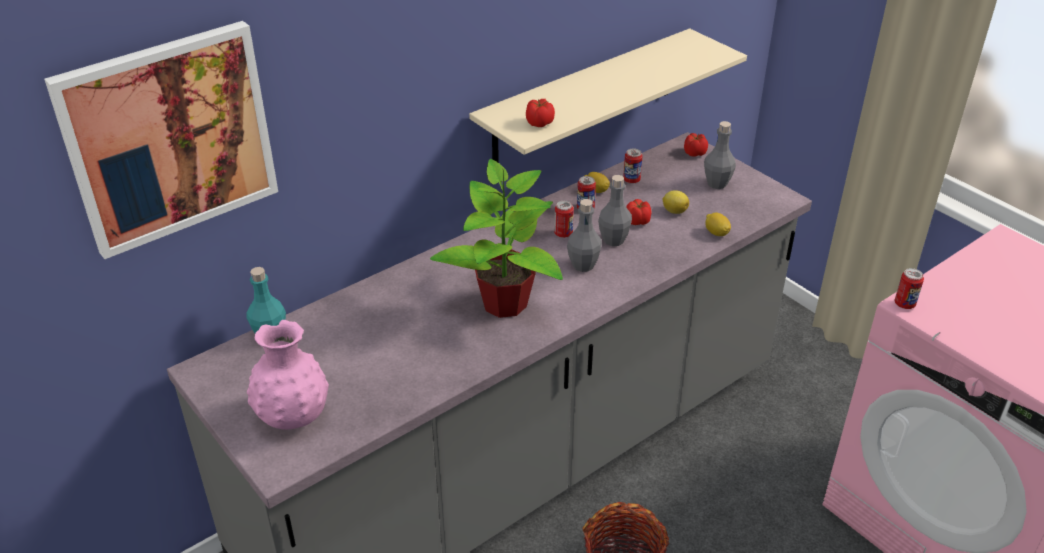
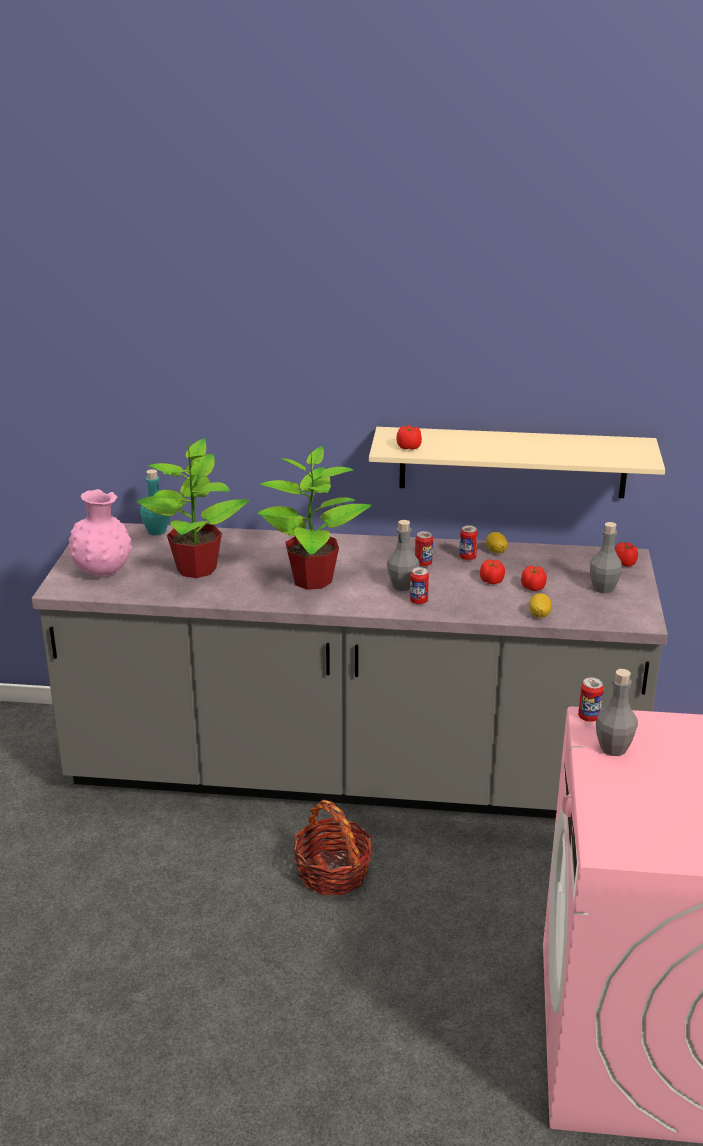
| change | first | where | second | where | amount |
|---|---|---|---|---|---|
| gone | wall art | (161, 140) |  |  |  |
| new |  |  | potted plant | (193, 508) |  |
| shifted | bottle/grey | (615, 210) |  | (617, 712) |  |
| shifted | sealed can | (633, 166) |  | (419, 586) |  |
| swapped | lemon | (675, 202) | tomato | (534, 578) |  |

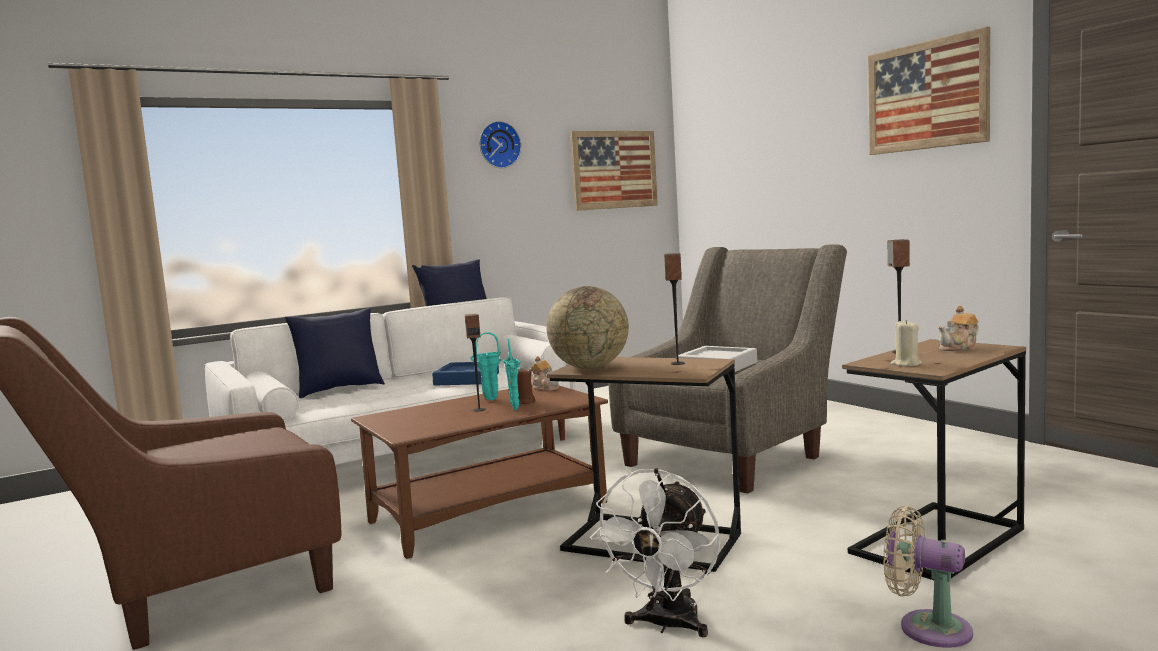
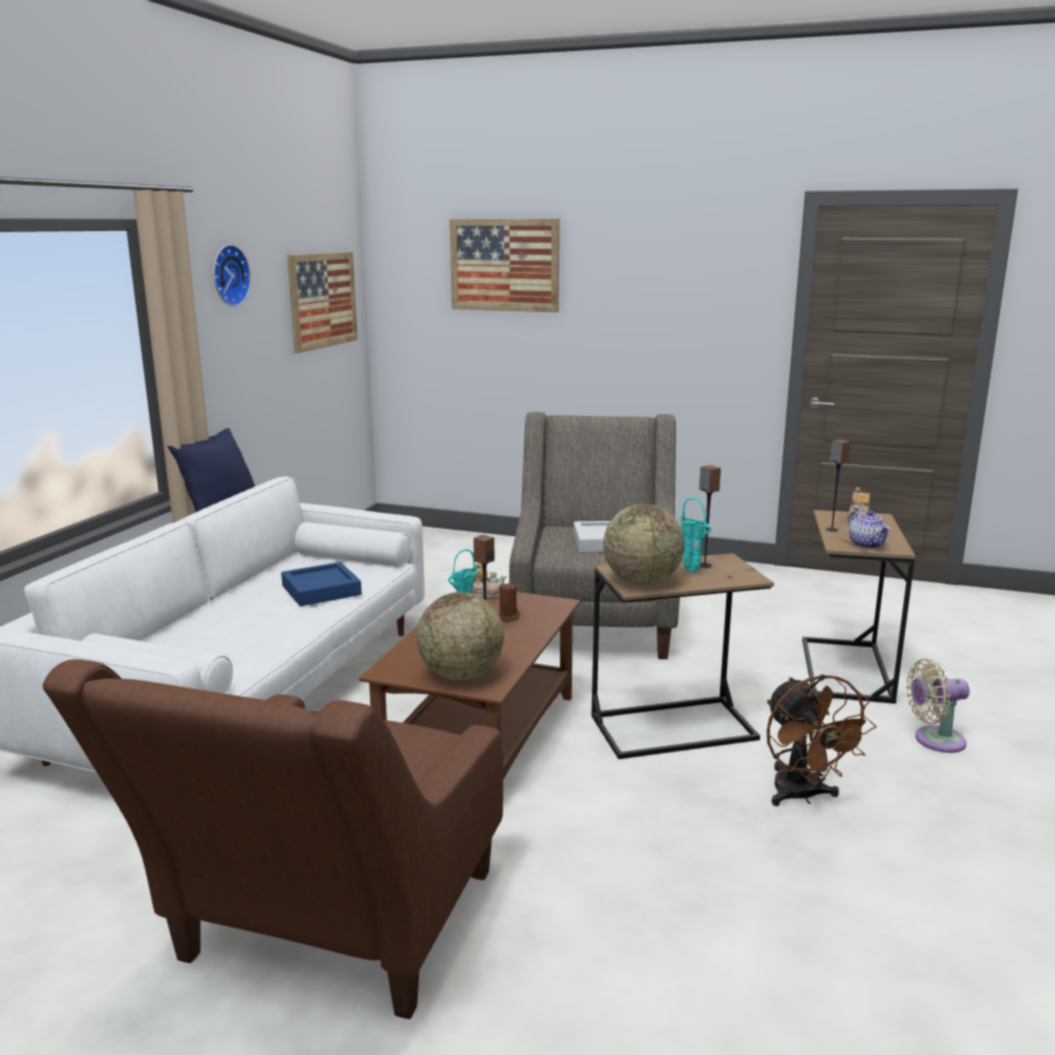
| change | first | where | second | where | amount |
|---|---|---|---|---|---|
| gone | pillow/bluish | (335, 353) |  |  |  |
| new |  |  | desk globe | (460, 636) |  |
| shifted | flower vase/turquoise-coloured | (512, 374) |  | (695, 535) |  |
| shifted | wall art | (929, 91) |  | (505, 265) |  |
| swapped | wax light/beige-coloured | (906, 343) | tea pot | (869, 530) |  |
| repainted | electric fan/white | (655, 552) | electric fan/brown | (821, 740) |  |

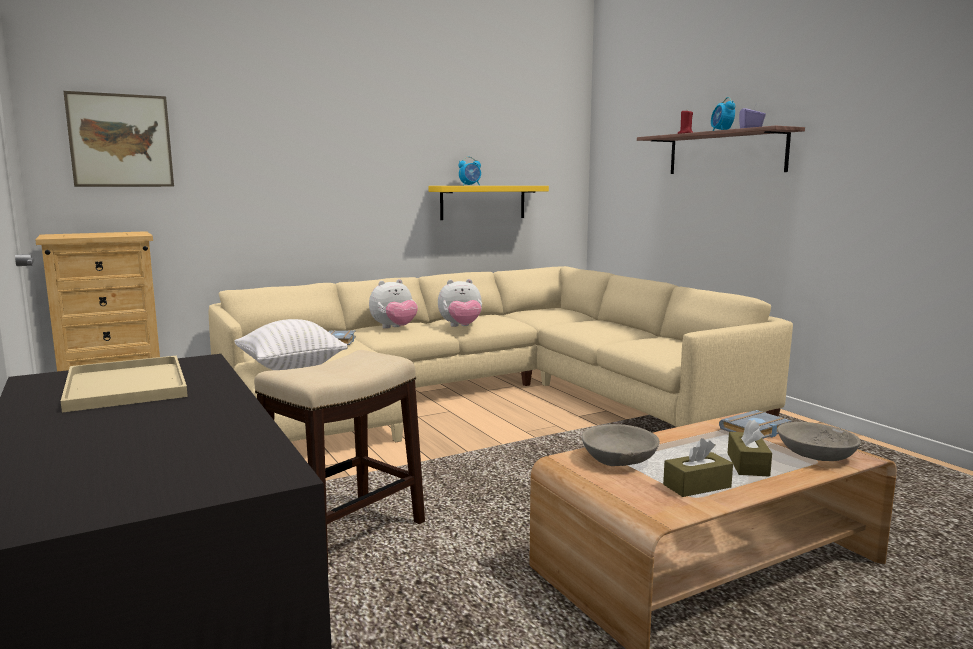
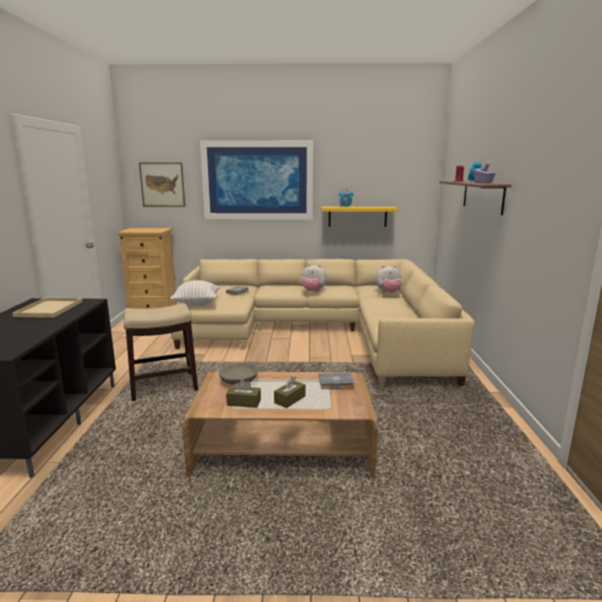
| change | first | where | second | where | amount |
|---|---|---|---|---|---|
| gone | bowl/grey | (819, 441) |  |  |  |
| new |  |  | wall art | (256, 180) |  |
| shifted | plush toy | (393, 304) |  | (388, 279) |  |

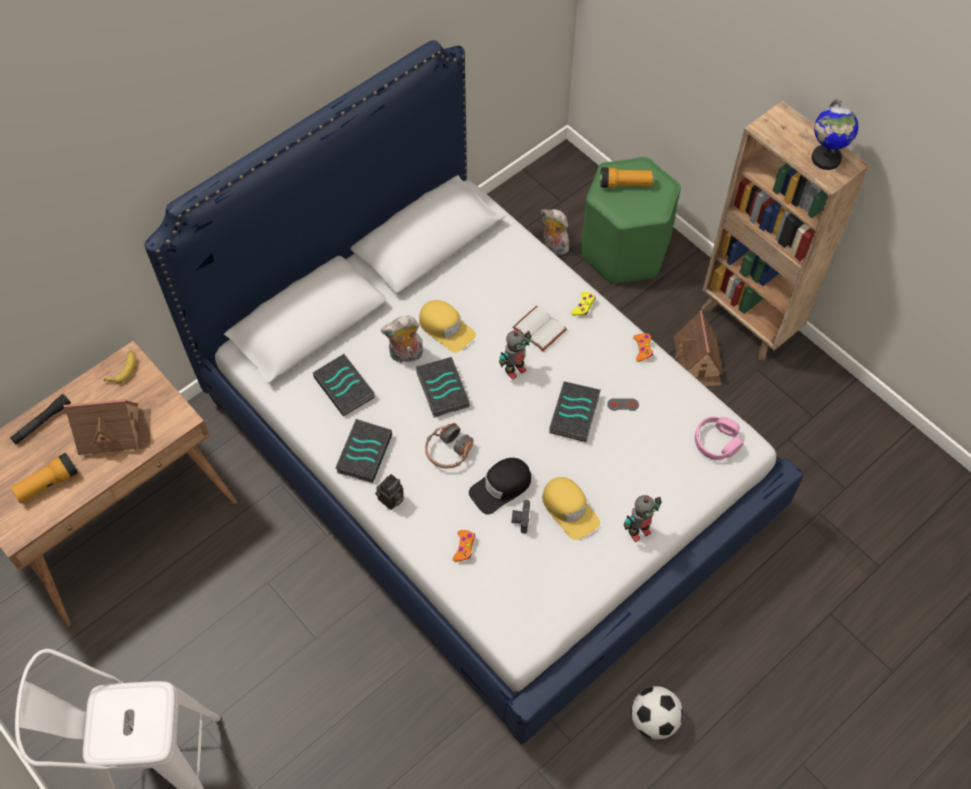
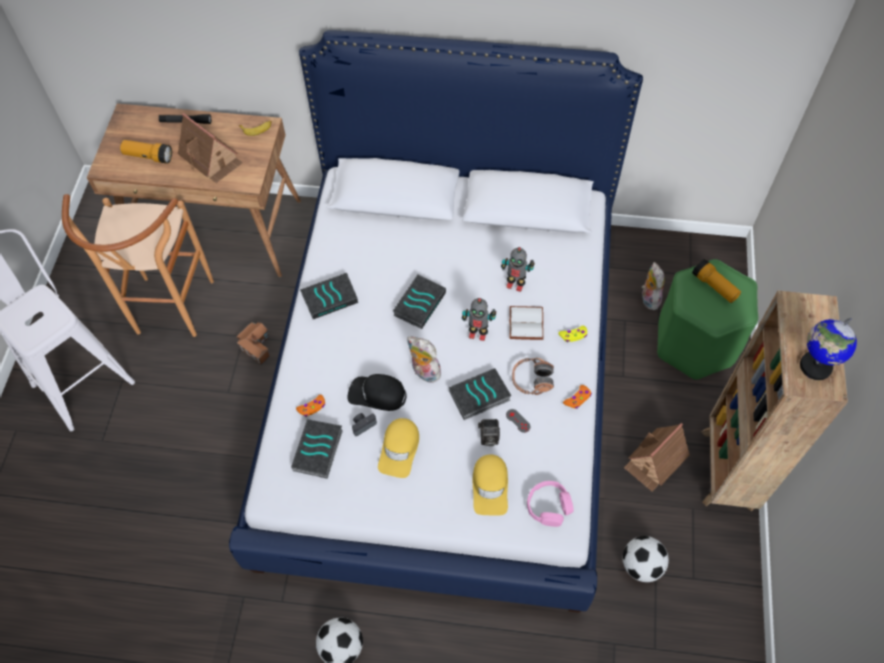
| change | first | where | second | where | amount |
|---|---|---|---|---|---|
| new |  |  | stool seat/brown | (138, 265) |  |
| new |  |  | miniature house | (253, 343) |  |
| new |  |  | football | (646, 559) |  |
| shifted | volume | (344, 385) |  | (317, 449) |  |
| shifted | still camera | (389, 492) |  | (489, 432) |  |
| shifted | plush toy | (402, 339) |  | (424, 360) |  |
| shifted | peaked cap/yellow-coloured | (447, 326) |  | (490, 485) |  |
| shifted | pair of headphones | (449, 445) |  | (533, 376) |  |
| shifted | toy robot | (643, 518) |  | (518, 269) |  |

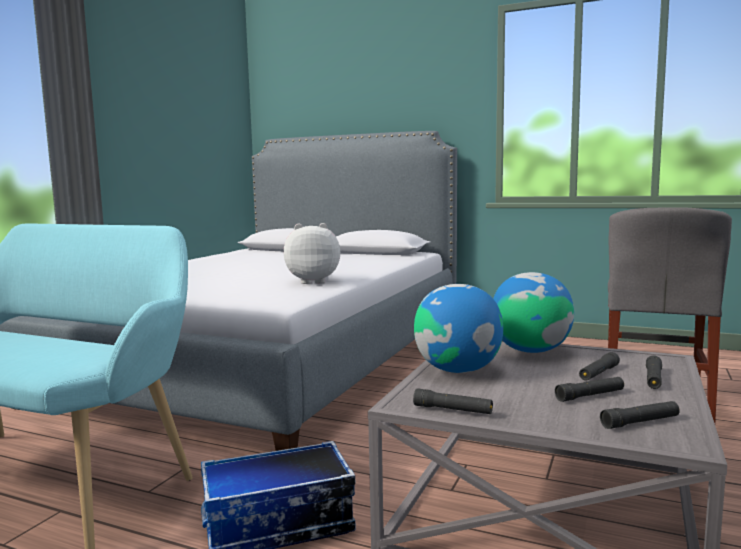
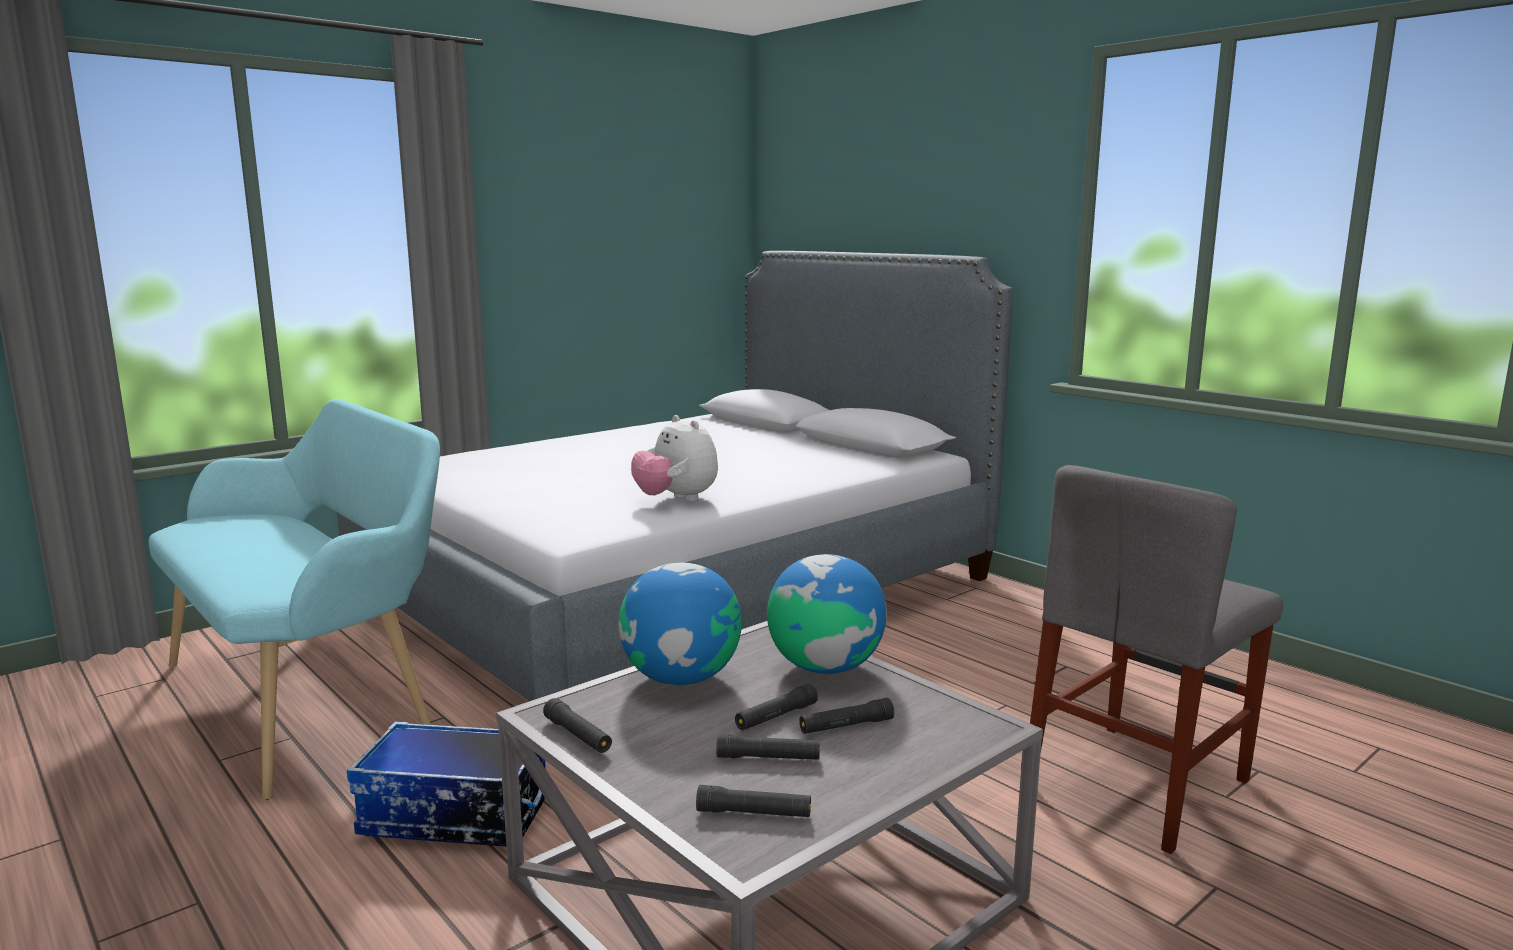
| change | first | where | second | where | amount |
|---|---|---|---|---|---|
| shifted | torch/black | (654, 372) |  | (776, 706) |  |
| rotated | plush toy | (312, 253) |  | (674, 458) | 150 degrees counterclockwise |

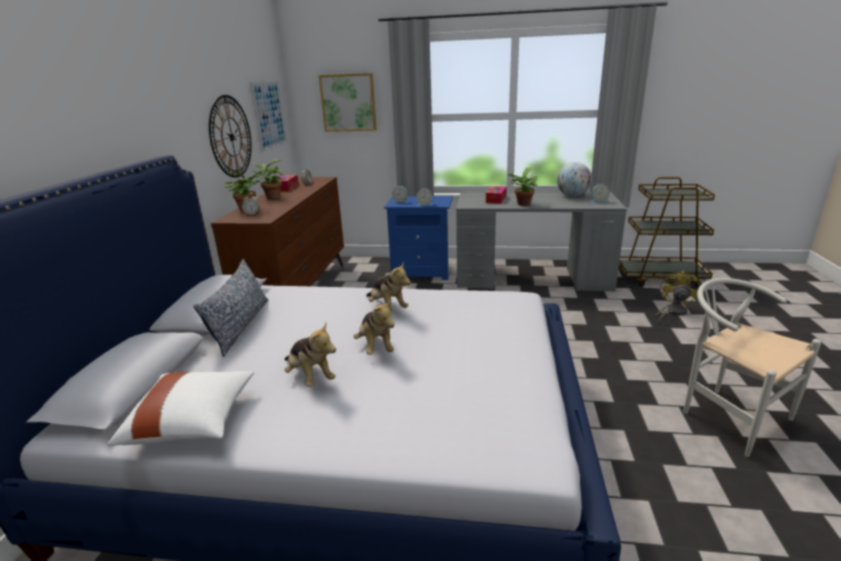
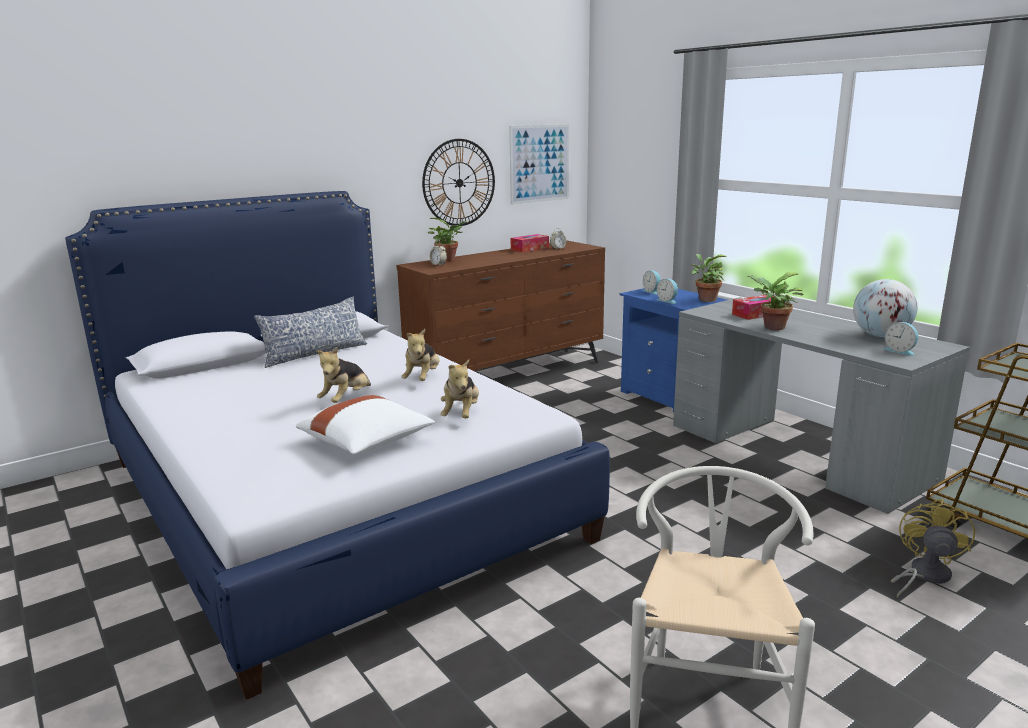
| change | first | where | second | where | amount |
|---|---|---|---|---|---|
| gone | wall art | (348, 102) |  |  |  |
| shifted | pillow/white | (180, 408) |  | (365, 425) |  |
| shifted | potted plant | (268, 179) |  | (708, 278) |  |
| shifted | plush toy | (310, 355) |  | (459, 388) |  |
| rotated | electric fan/yellow-coloured | (677, 296) |  | (933, 548) | 45 degrees counterclockwise |

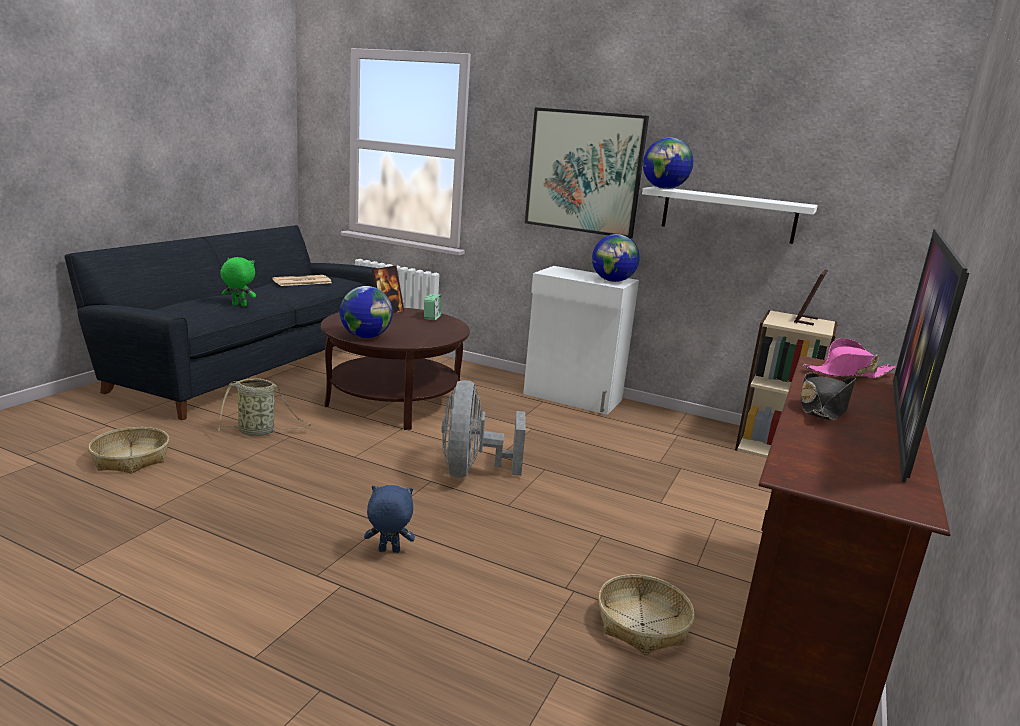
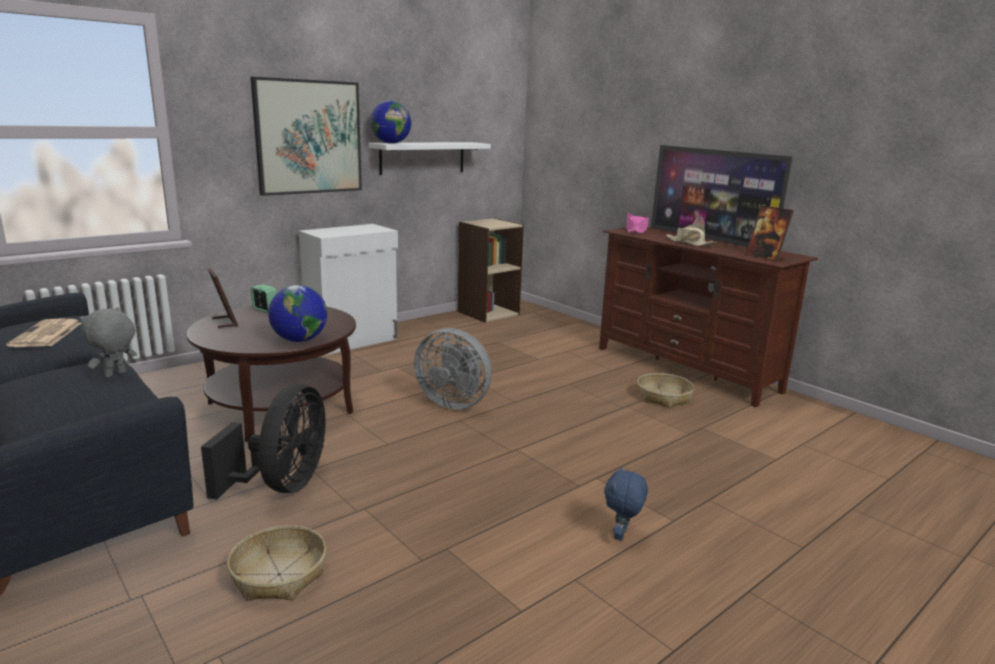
| change | first | where | second | where | amount |
|---|---|---|---|---|---|
| gone | desk globe | (616, 258) |  |  |  |
| shifted | plush toy/bluish | (389, 519) |  | (626, 503) |  |
| shifted | photo frame | (811, 297) |  | (769, 233) |  |
| swapped | household basket | (264, 407) | electric fan/black | (263, 442) |  |
| repainted | plush toy/green | (238, 282) | plush toy/grey | (108, 342) |  |
| repainted | hat/black | (828, 397) | hat/beige-coloured | (691, 234) |  |

